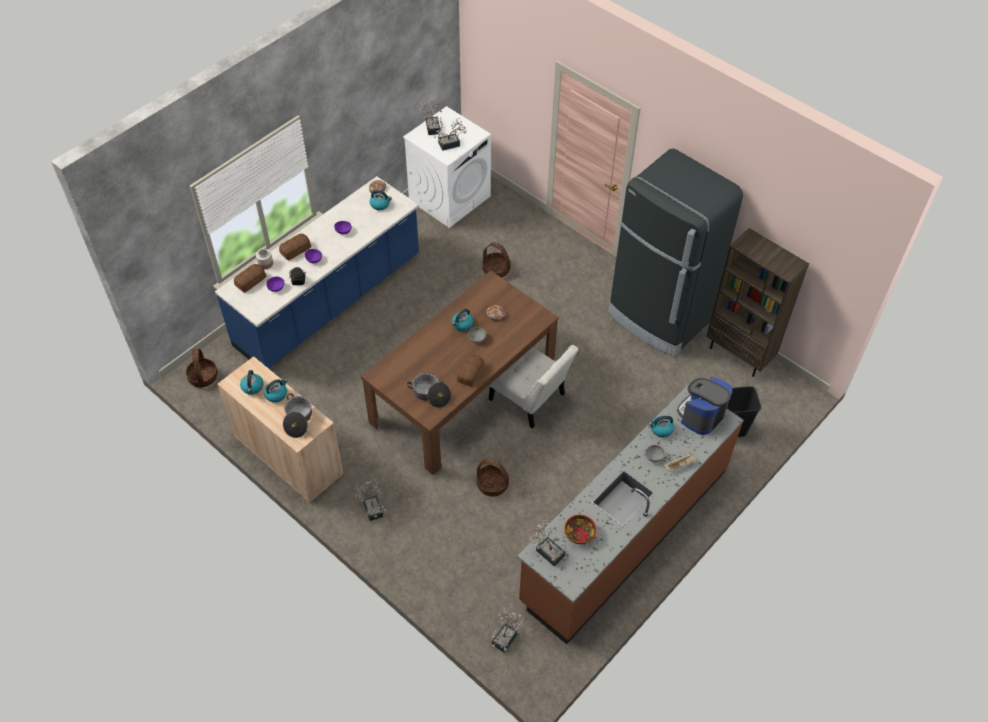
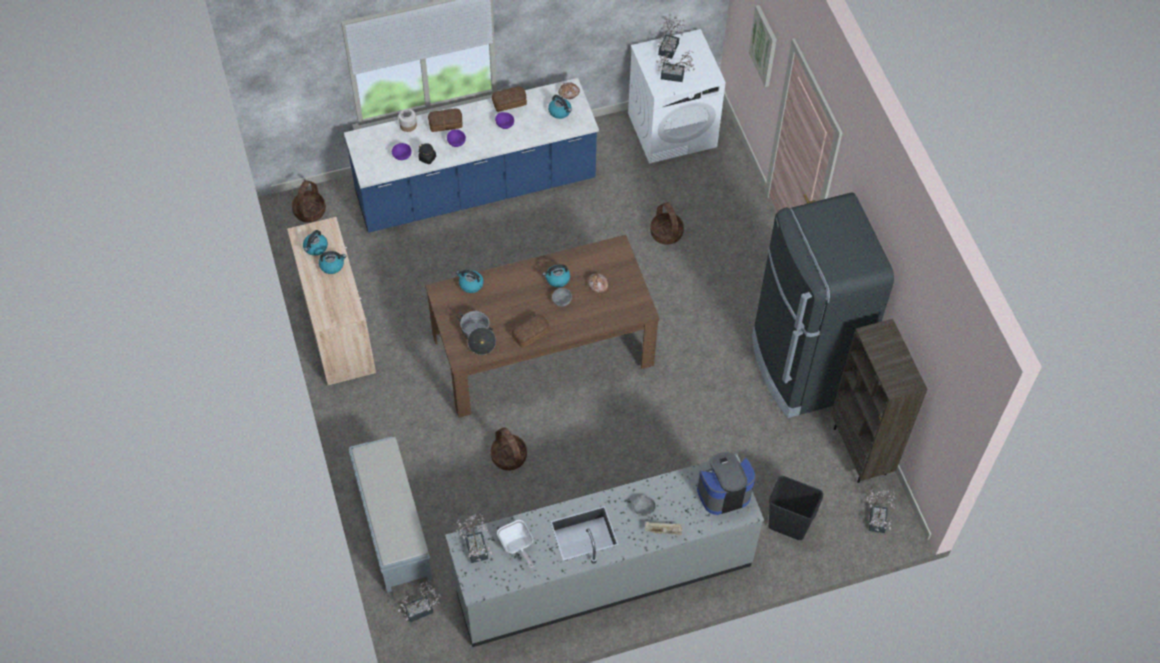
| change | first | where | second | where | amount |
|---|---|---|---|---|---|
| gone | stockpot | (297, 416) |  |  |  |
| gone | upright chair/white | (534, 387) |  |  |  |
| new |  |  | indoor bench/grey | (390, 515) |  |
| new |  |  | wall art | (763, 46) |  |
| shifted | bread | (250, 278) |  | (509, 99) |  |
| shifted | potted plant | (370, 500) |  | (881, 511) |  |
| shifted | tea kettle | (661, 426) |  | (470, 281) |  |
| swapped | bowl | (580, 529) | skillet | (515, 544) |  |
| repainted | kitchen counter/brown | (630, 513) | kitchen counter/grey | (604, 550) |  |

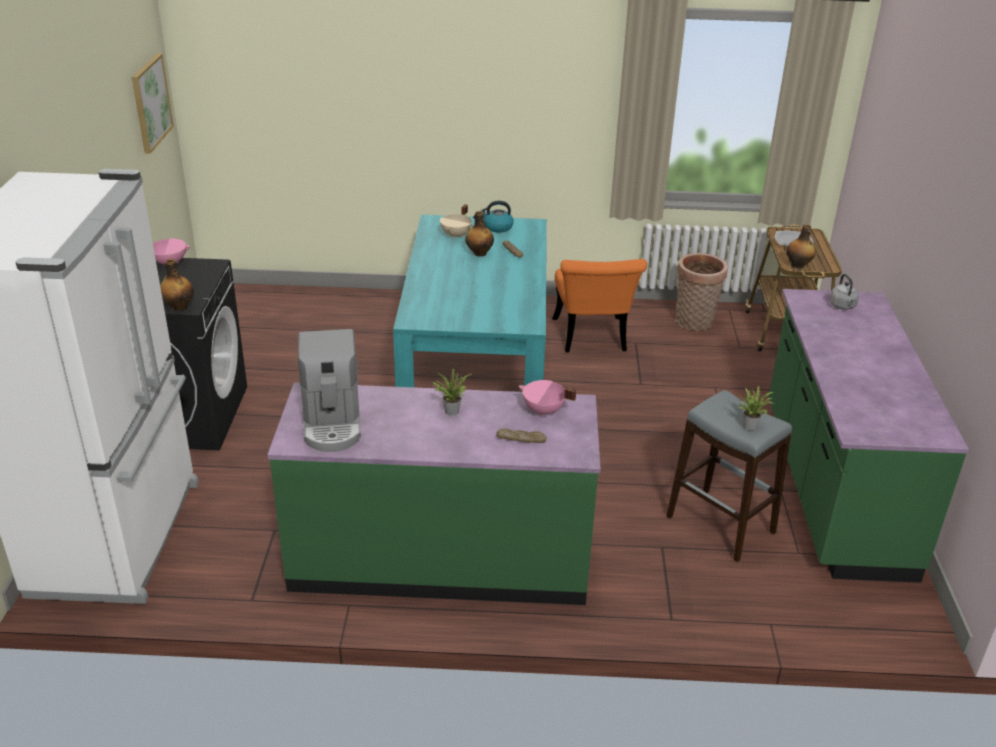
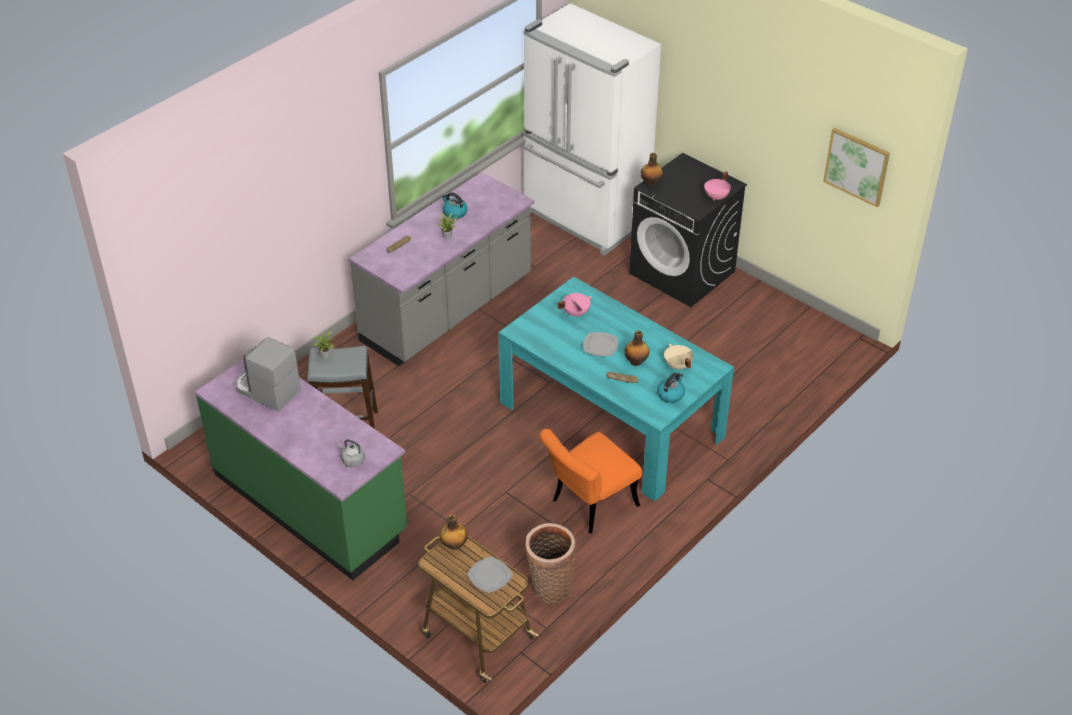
| change | first | where | second | where | amount |
|---|---|---|---|---|---|
| new |  |  | tea kettle | (455, 205) |  |
| new |  |  | plate | (600, 344) |  |
| shifted | coffee maker | (329, 390) |  | (268, 374) |  |
| shifted | stockpot/pink-coloured | (547, 398) |  | (575, 305) |  |
| repainted | kitchen counter/green | (434, 494) | kitchen counter/grey | (442, 269) |  |
| rotated | upright chair/orangey | (599, 305) |  | (590, 481) | 75 degrees counterclockwise |

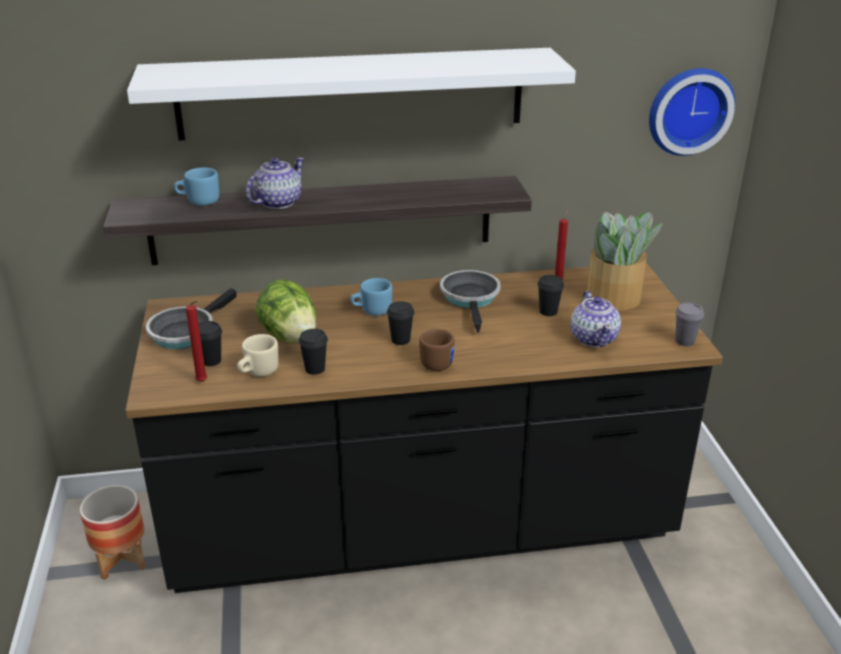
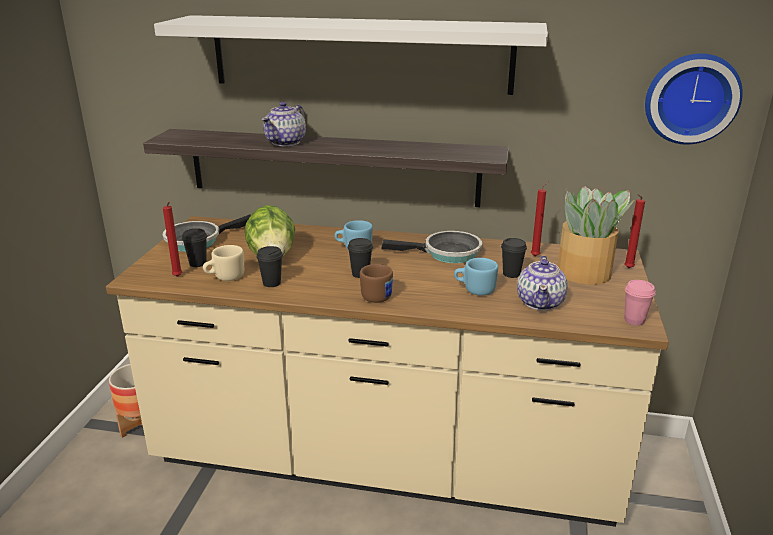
| change | first | where | second | where | amount |
|---|---|---|---|---|---|
| new |  |  | wax light/red-coloured | (634, 231) |  |
| shifted | mug/bluish | (196, 187) |  | (476, 277) |  |
| repainted | kitchen counter/black | (424, 428) | kitchen counter/beige-coloured | (387, 371) |  |
| repainted | drinking cup/grey | (689, 324) | drinking cup/pink-coloured | (639, 303) |  |
| rotated | tea pot | (275, 183) |  | (283, 124) | 150 degrees clockwise |
| rotated | skillet | (470, 301) |  | (431, 247) | 75 degrees clockwise |

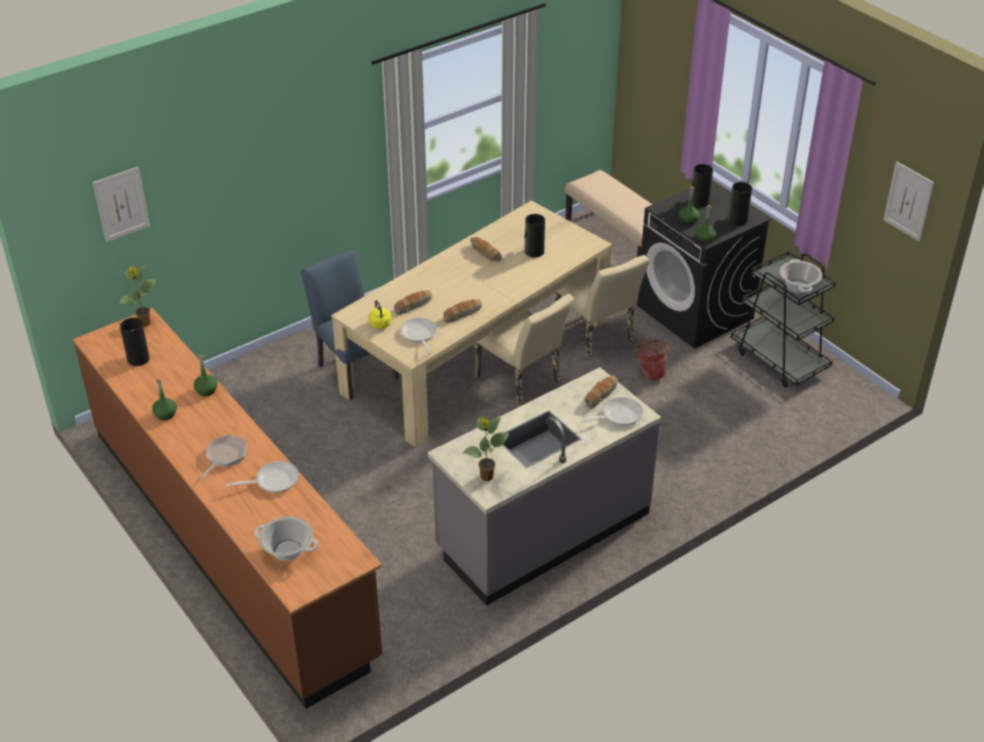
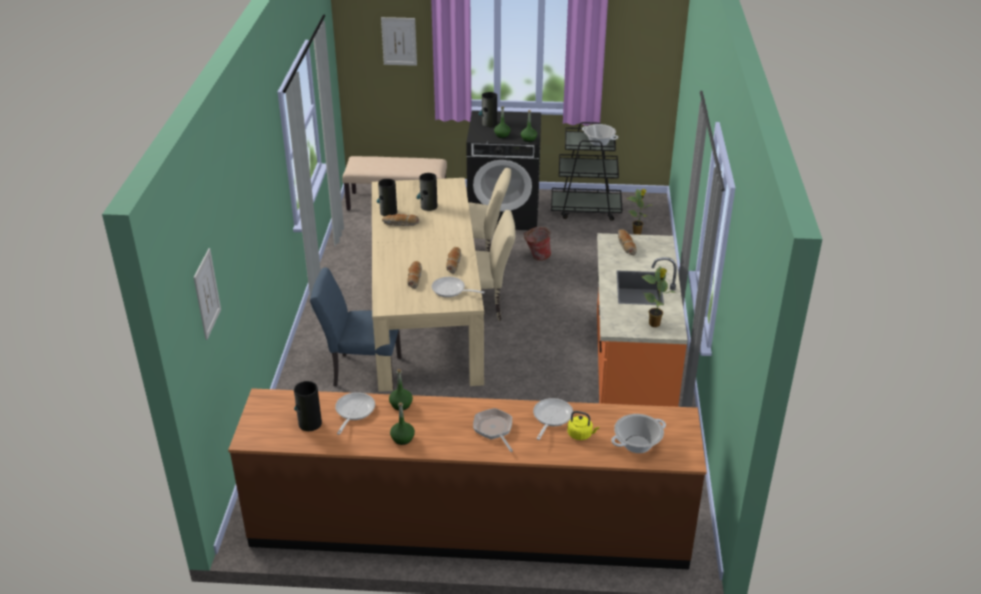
| change | first | where | second | where | amount |
|---|---|---|---|---|---|
| shifted | potted plant | (137, 296) |  | (640, 212) |  |
| shifted | tea kettle/yellow-coloured | (380, 314) |  | (583, 425) |  |
| shifted | skillet | (611, 411) |  | (355, 413) |  |
| shifted | flower vase | (740, 204) |  | (387, 197) |  |
| shifted | wall art | (908, 201) |  | (399, 41) |  |
| repainted | kitchen counter/grey | (544, 486) | kitchen counter/orangey | (642, 320) |  |

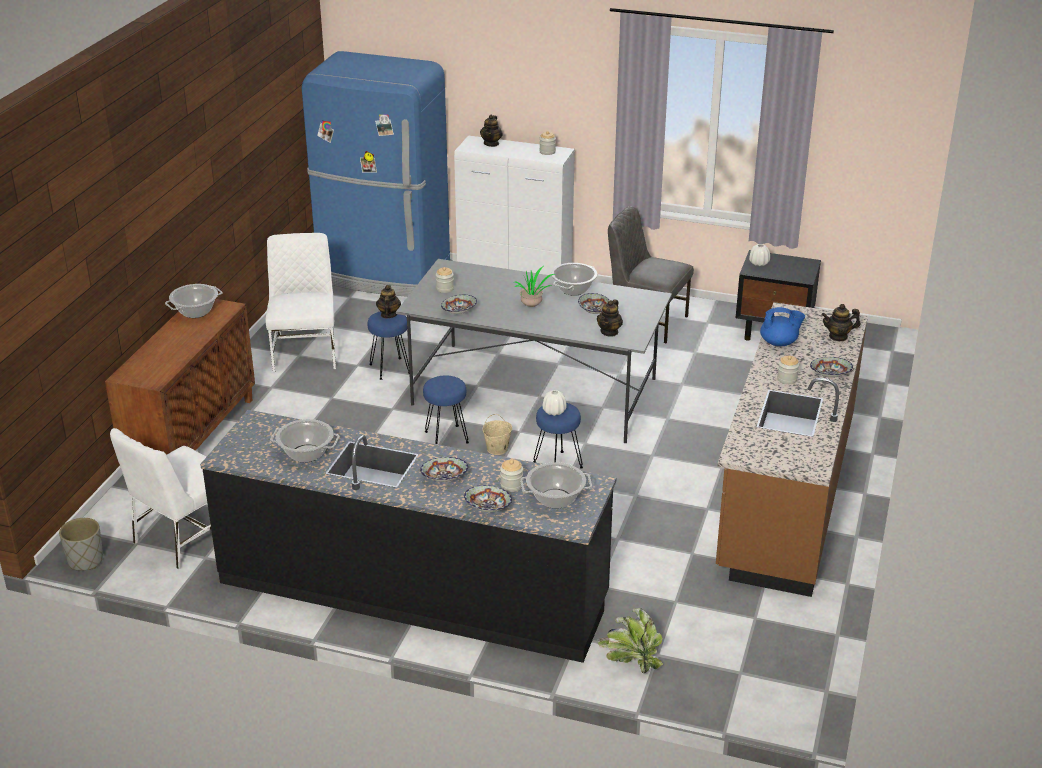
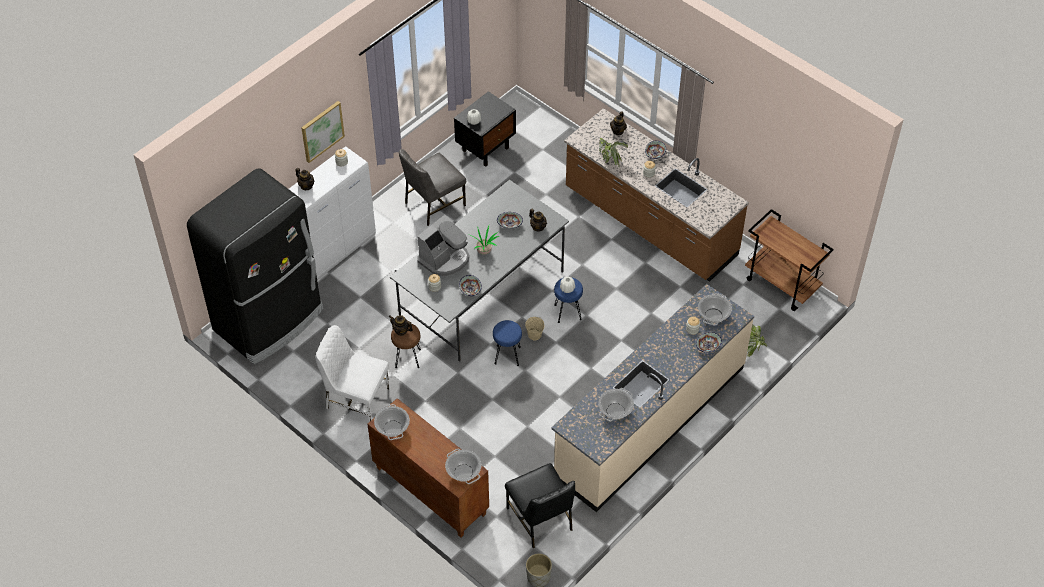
| change | first | where | second | where | amount |
|---|---|---|---|---|---|
| gone | bowl | (444, 469) |  |  |  |
| new |  |  | wall art | (323, 132) |  |
| new |  |  | coffee maker | (443, 245) |  |
| new |  |  | cart/brown | (789, 260) |  |
| shifted | stockpot | (574, 279) |  | (463, 466) |  |
| swapped | tea pot/bluish | (782, 326) | potted plant | (613, 152) |  |
| repainted | upright chair/white | (160, 499) | upright chair/black | (540, 505) |  |
| repainted | kitchen counter/black | (408, 536) | kitchen counter/beige-coloured | (652, 398) |  |
| repainted | kitchen fridge/bluish | (376, 174) | kitchen fridge/black | (255, 266) |  |
| repainted | stool seat/bluish | (388, 345) | stool seat/brown | (406, 346) |  |

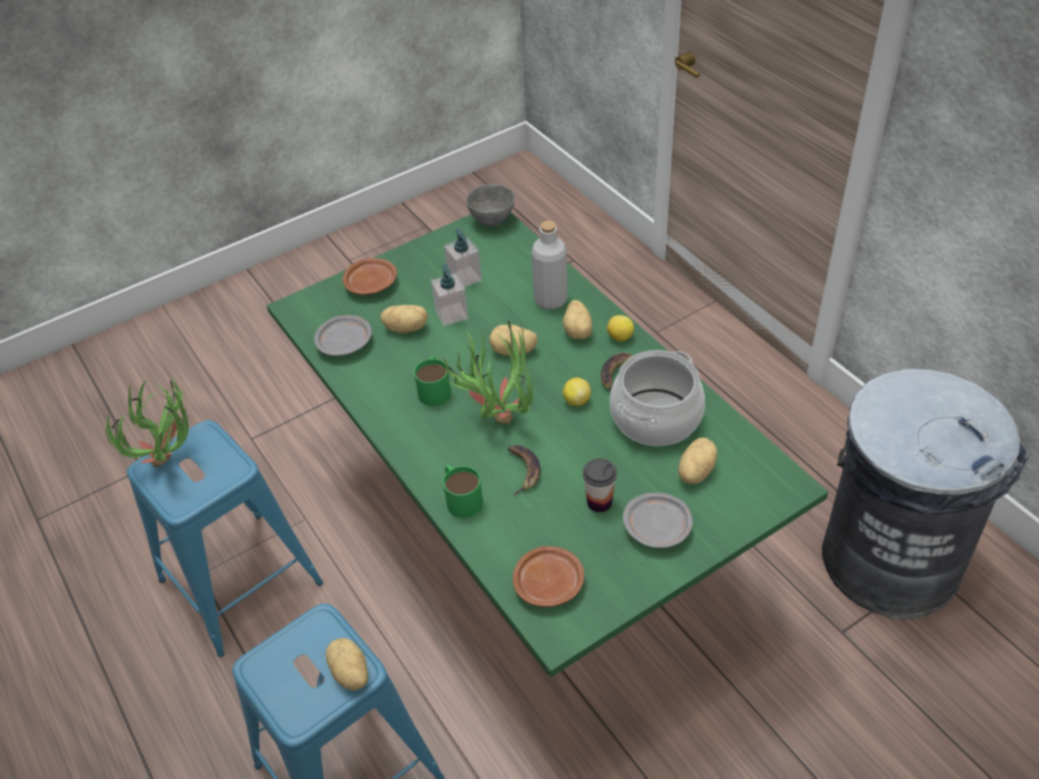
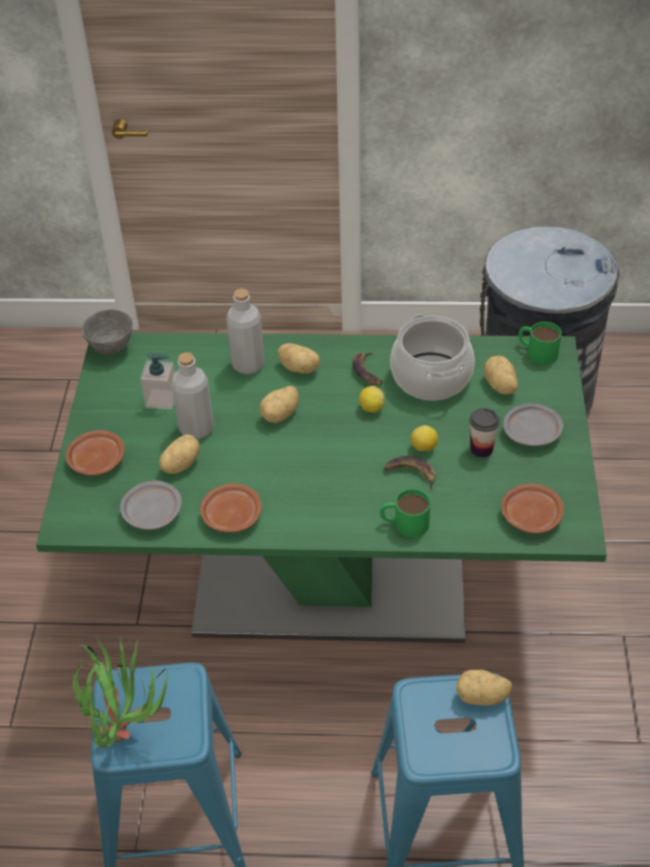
| change | first | where | second | where | amount |
|---|---|---|---|---|---|
| gone | potted plant | (487, 372) |  |  |  |
| new |  |  | plate/brown | (231, 507) |  |
| shifted | mug/green | (432, 381) |  | (540, 343) |  |
| shifted | lemon | (620, 328) |  | (424, 438) |  |
| swapped | soap bottle | (450, 295) | bottle/grey | (193, 395) |  |

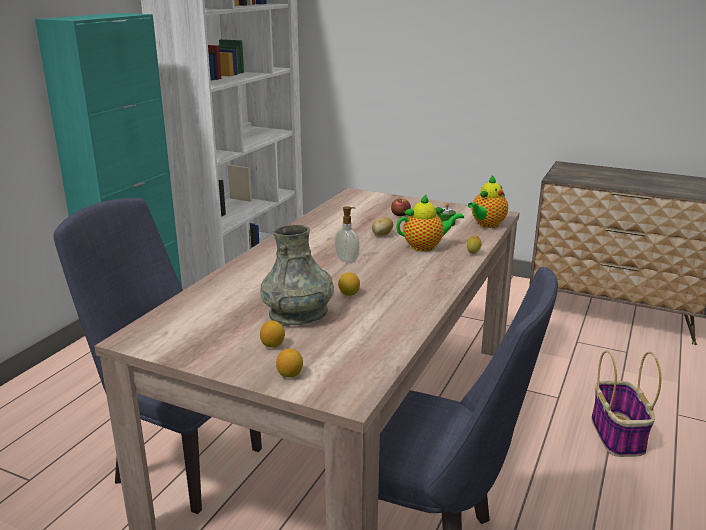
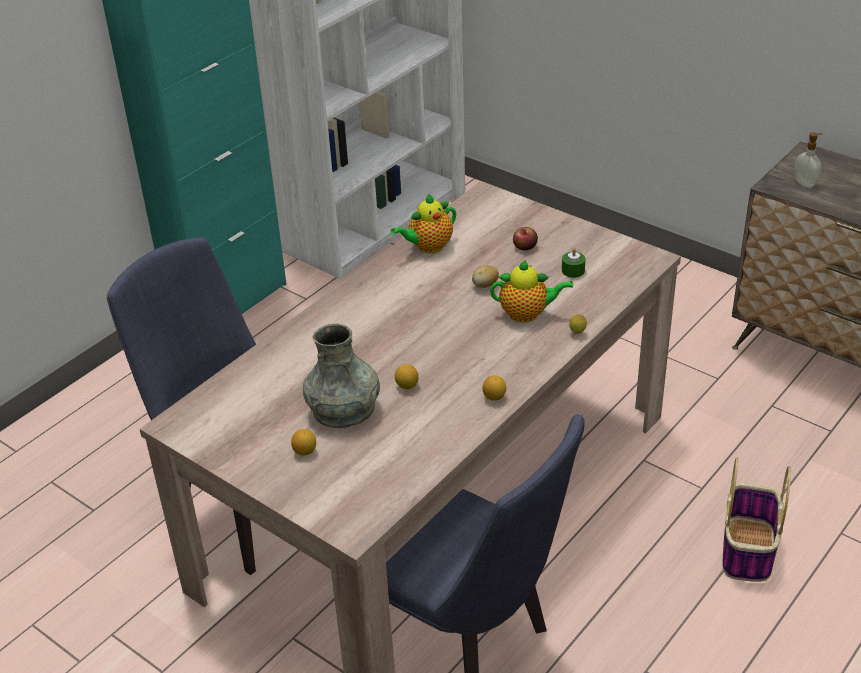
| change | first | where | second | where | amount |
|---|---|---|---|---|---|
| shifted | lemon | (289, 363) |  | (494, 388) |  |
| shifted | soap bottle | (347, 234) |  | (808, 160) |  |
| shifted | tea pot | (488, 202) |  | (423, 223) |  |

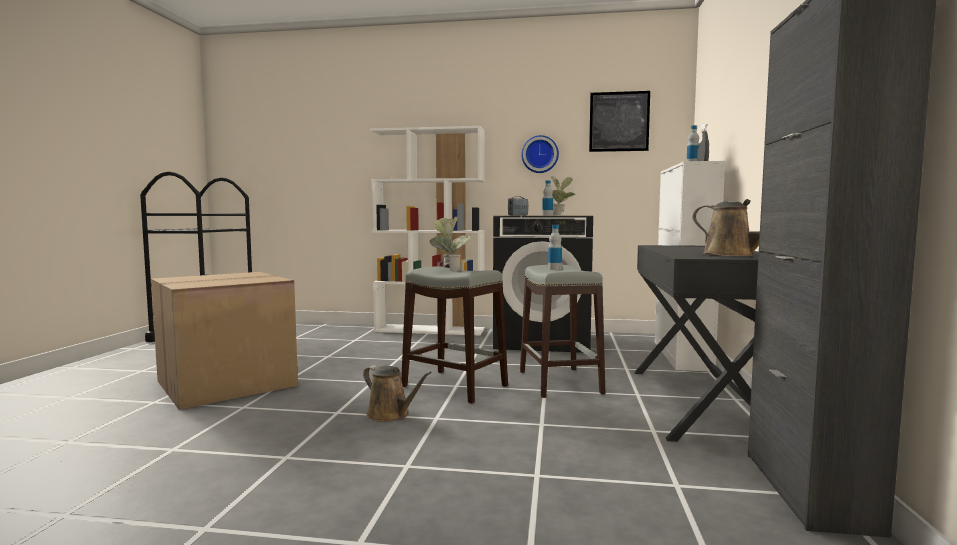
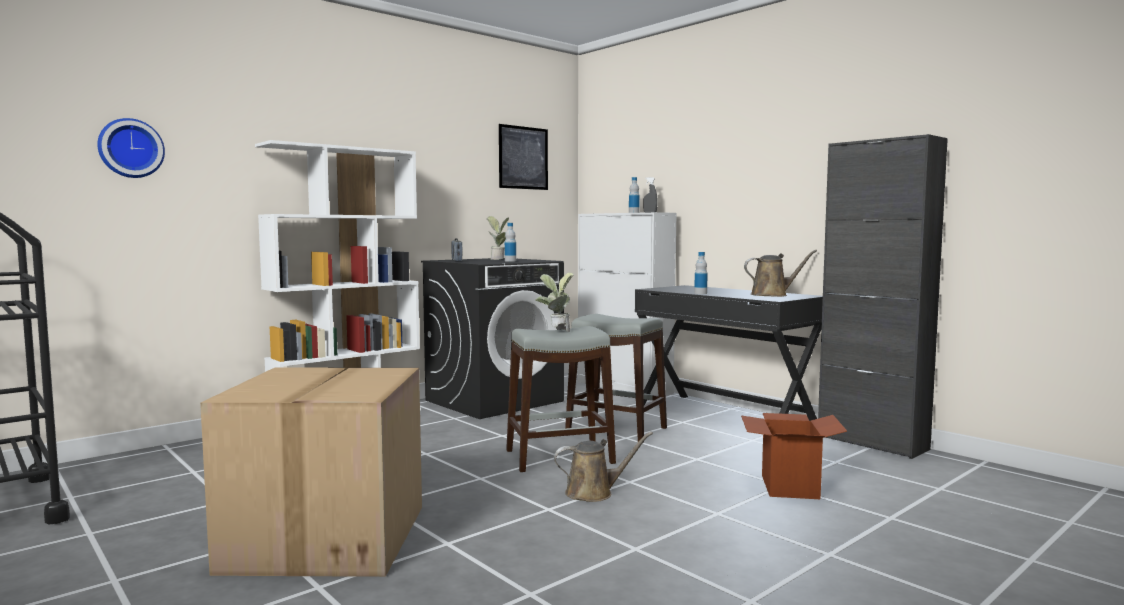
| change | first | where | second | where | amount |
|---|---|---|---|---|---|
| new |  |  | cardboard box | (794, 456) |  |
| shifted | hanging clock | (540, 154) |  | (131, 148) |  |
| shifted | bottle | (555, 247) |  | (701, 273) |  |

